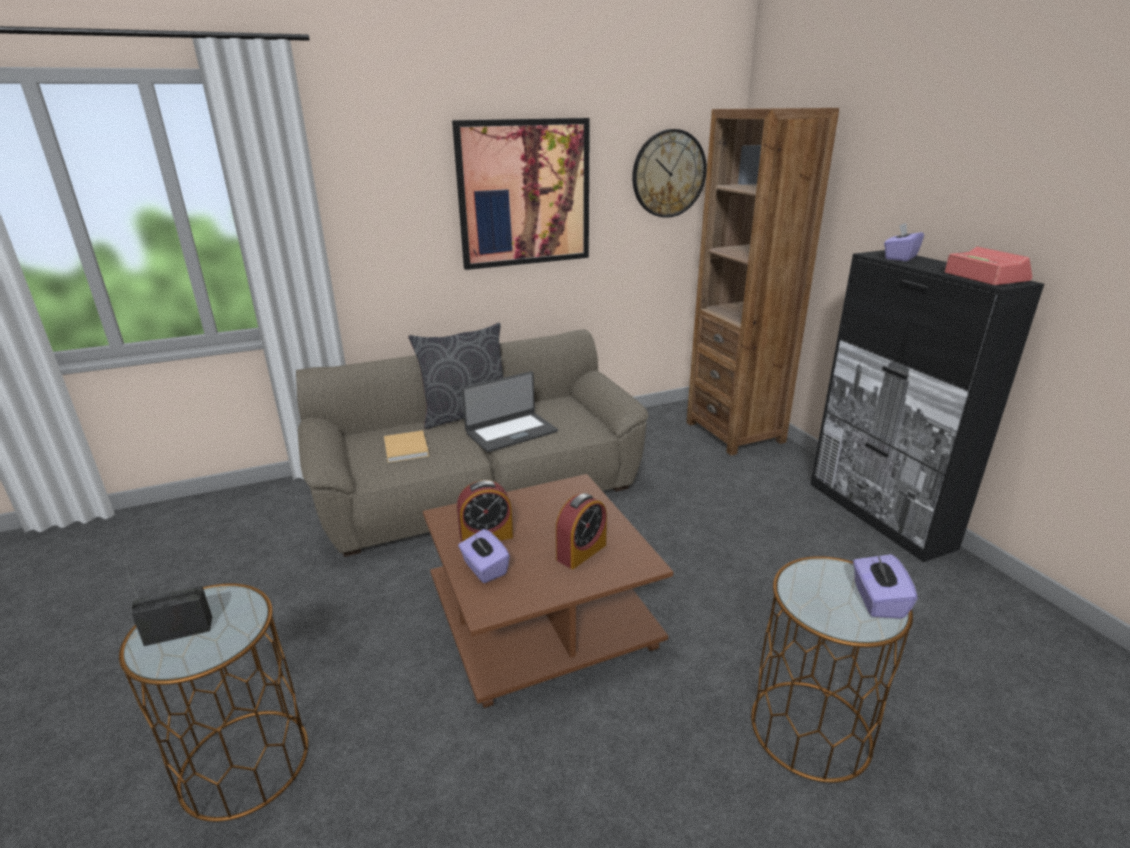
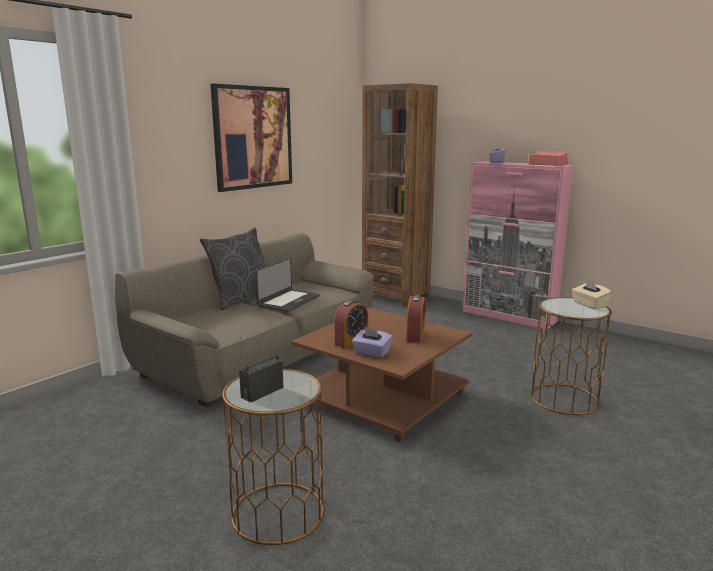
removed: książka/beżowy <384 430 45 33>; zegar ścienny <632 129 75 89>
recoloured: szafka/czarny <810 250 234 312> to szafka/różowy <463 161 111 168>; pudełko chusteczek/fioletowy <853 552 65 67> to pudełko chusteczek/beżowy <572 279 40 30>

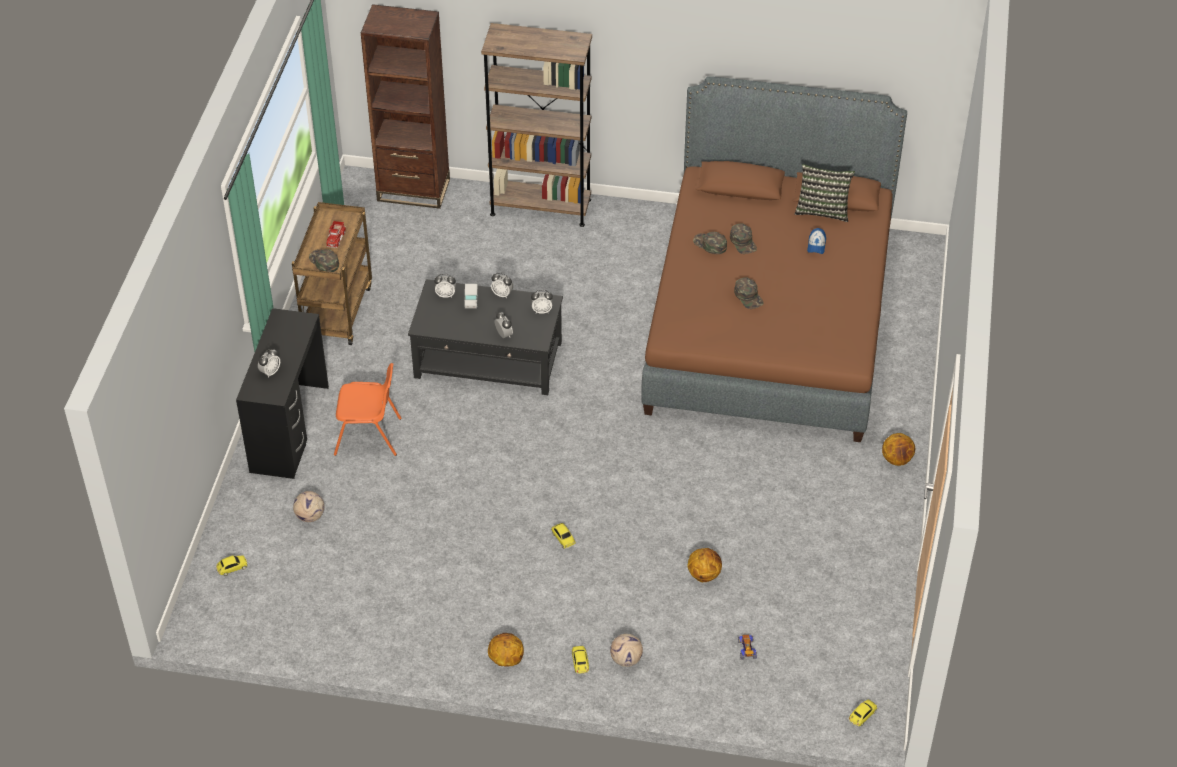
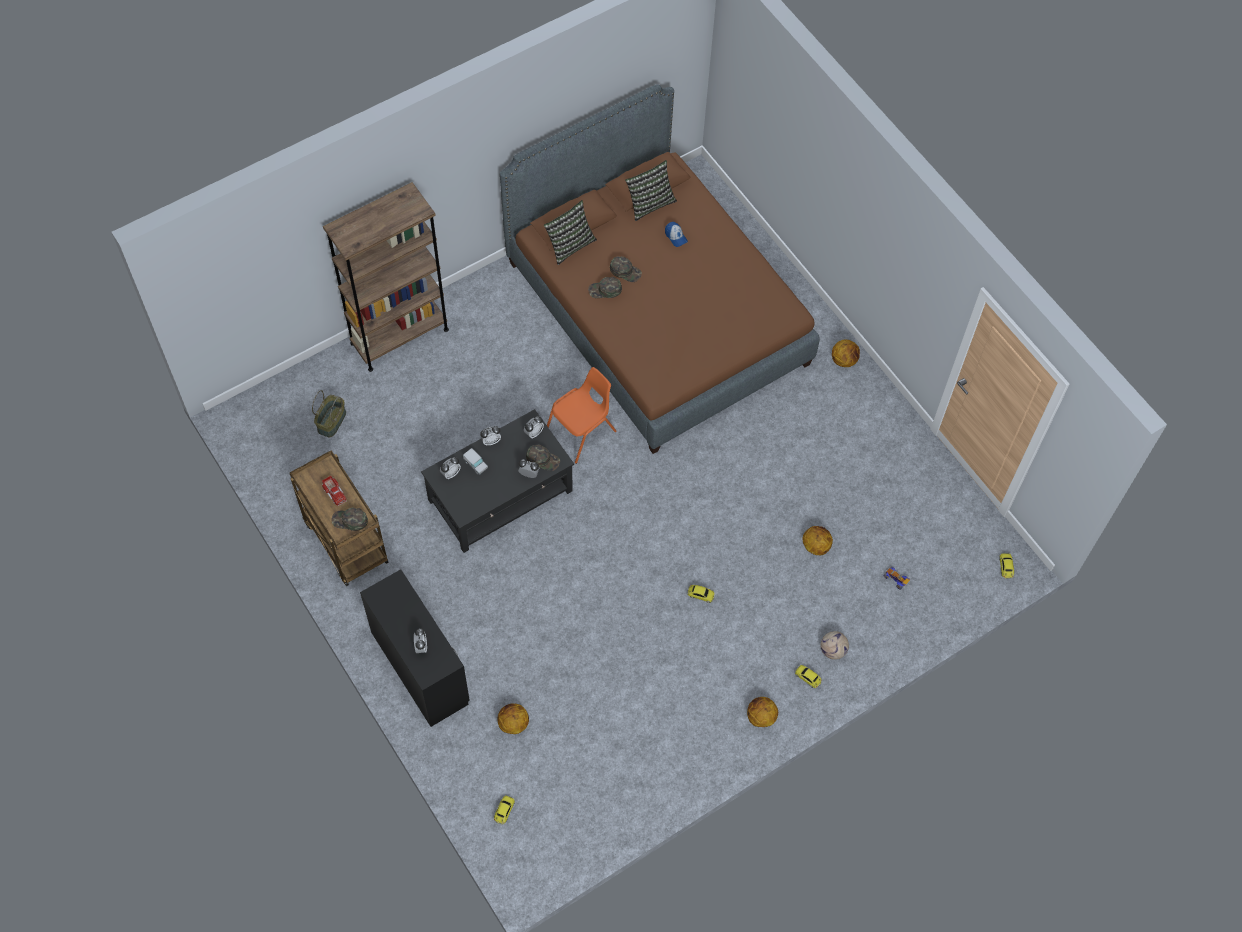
removed: regał/brązowy <361 4 89 205>
added: koszyk <312 390 34 47>; poduszka <544 200 53 65>
moved: krzesło/pomarańczowy <334 363 68 93> to <547 367 69 97>; czapka z daszkiem/zielony <734 277 30 32> to <526 445 34 26>
replaced: piłka futbolowa <293 491 31 31> to piłka do koszykówki <498 703 31 31>

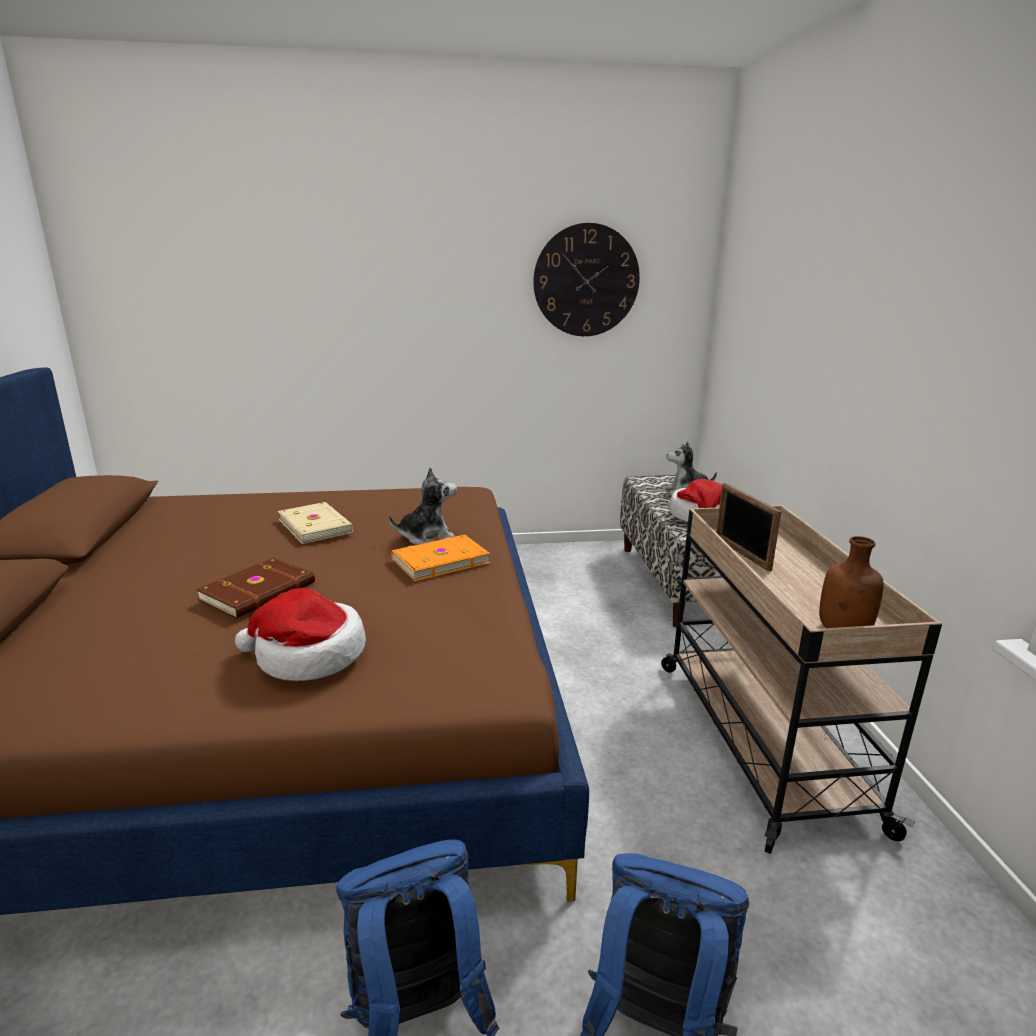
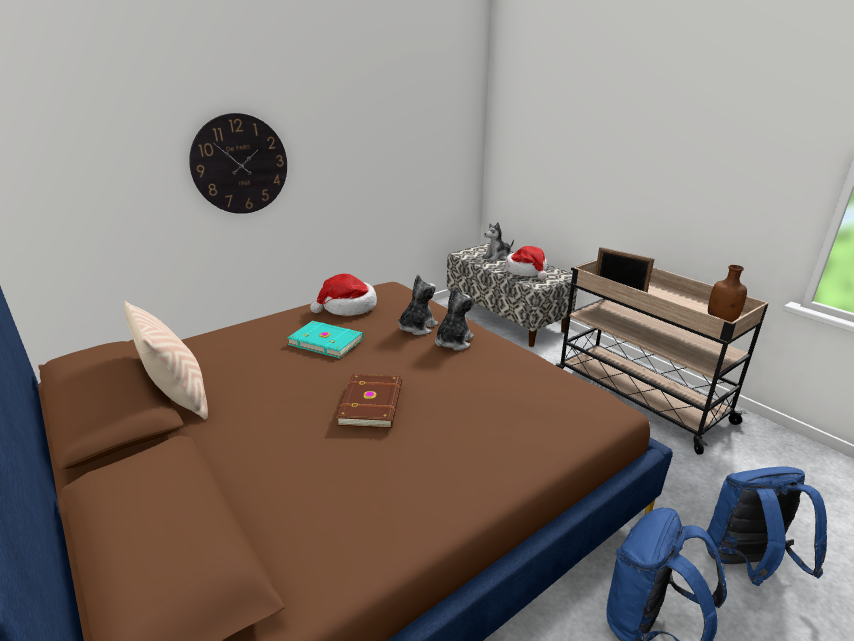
added: poduszka/beżowy <124 301 84 119>
moved: kapelusz <235 588 131 93> to <310 274 67 42>; zegar ścienny <533 223 107 113> to <189 113 98 101>
replaced: książka/pomarańczowy <391 534 99 47> to pluszak <435 286 40 64>
recoloured: książka/beżowy <278 502 76 42> to książka/turkusowy <287 321 77 37>

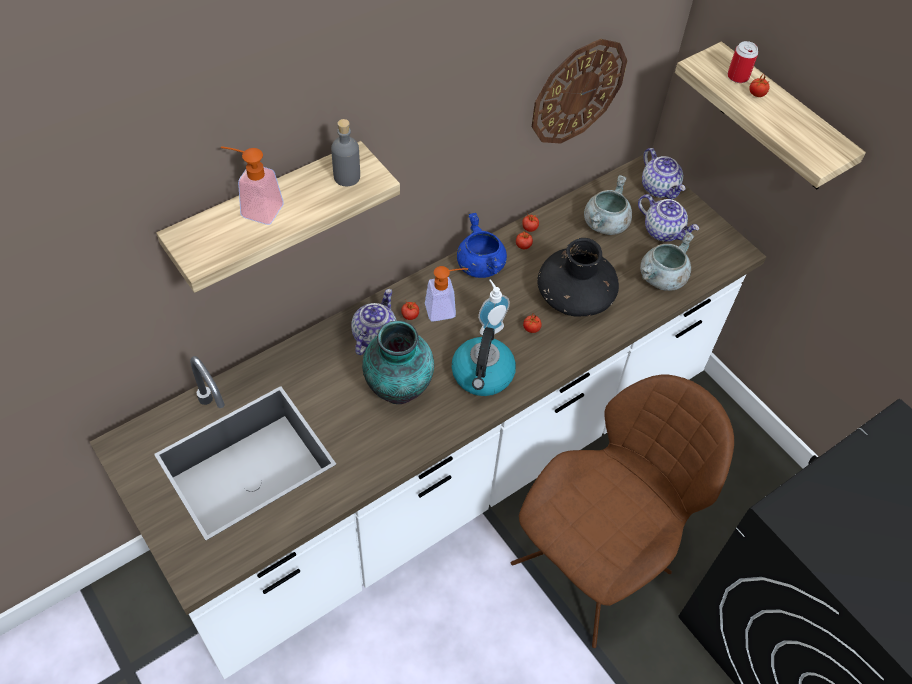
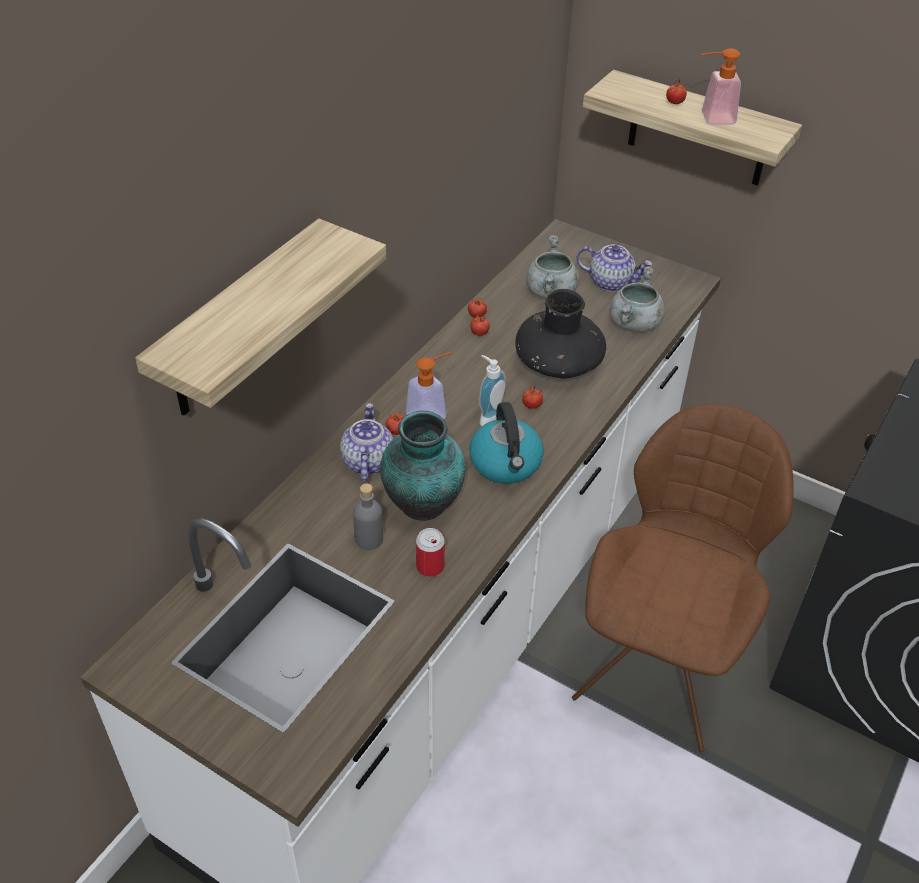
removed: garnek/niebieski <457 213 50 65>; zegar ścienny <532 39 95 104>; imbryk <642 148 44 52>
moved: dozownik mydła <221 146 63 79> to <701 48 40 77>; butelka/szary <331 119 29 67> to <353 484 30 66>; puszka <727 41 31 42> to <416 528 29 49>

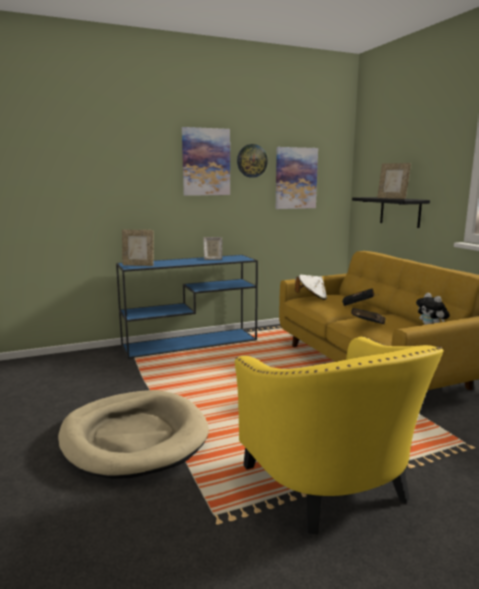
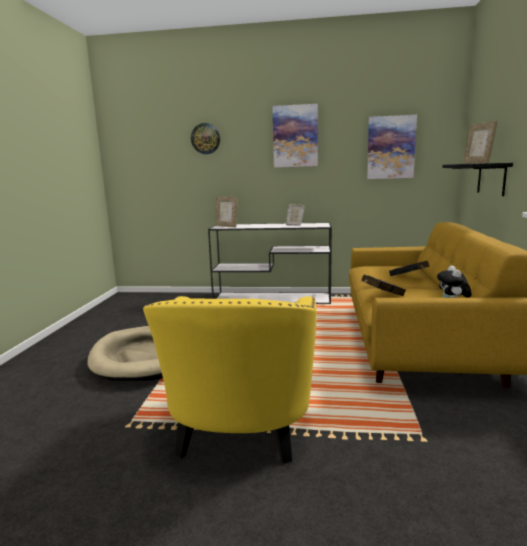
removed: kapelusz/biały <295 275 32 25>
moved: zegar ścienny <237 144 31 34> to <191 123 29 31>
recoloured: stolik konsolowy/niebieski <116 255 142 104> to stolik konsolowy/biały <208 223 124 81>

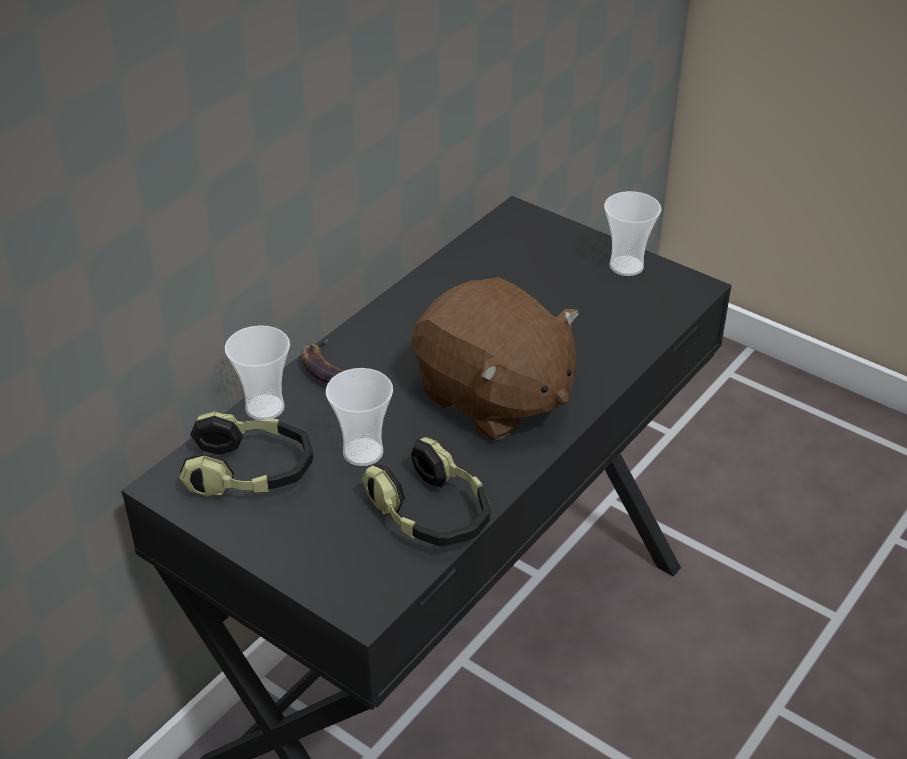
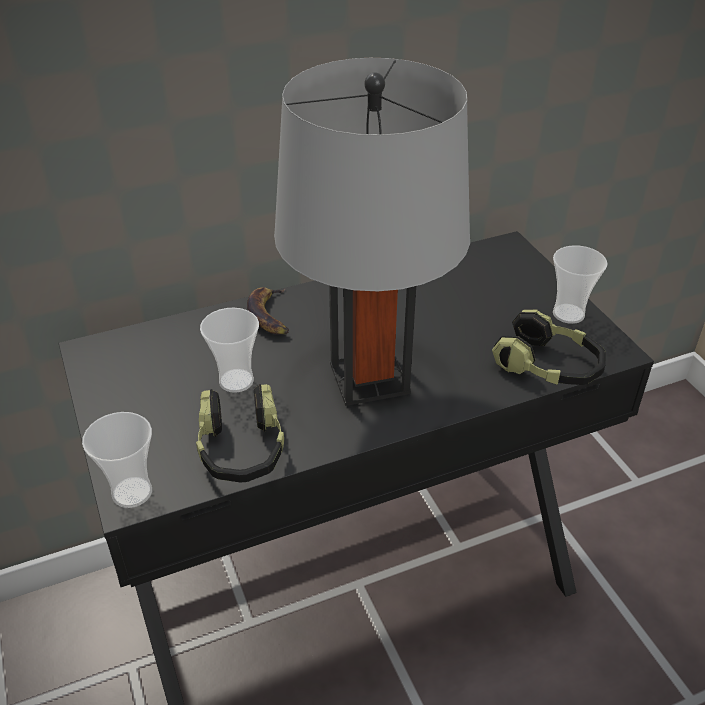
moved: słuchawki <180 411 133 86> to <492 309 114 76>; filiżanka <225 325 65 95> to <82 412 70 96>
replaced: pluszak/brązowy <412 277 167 164> to lampa stołowa/szary <274 58 196 348>

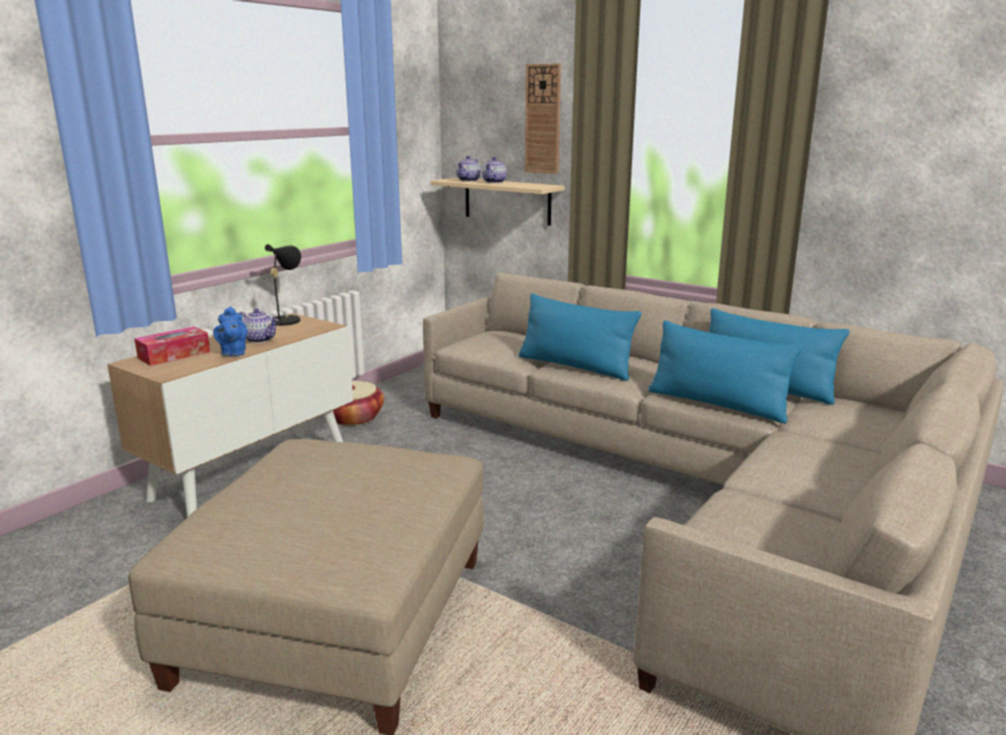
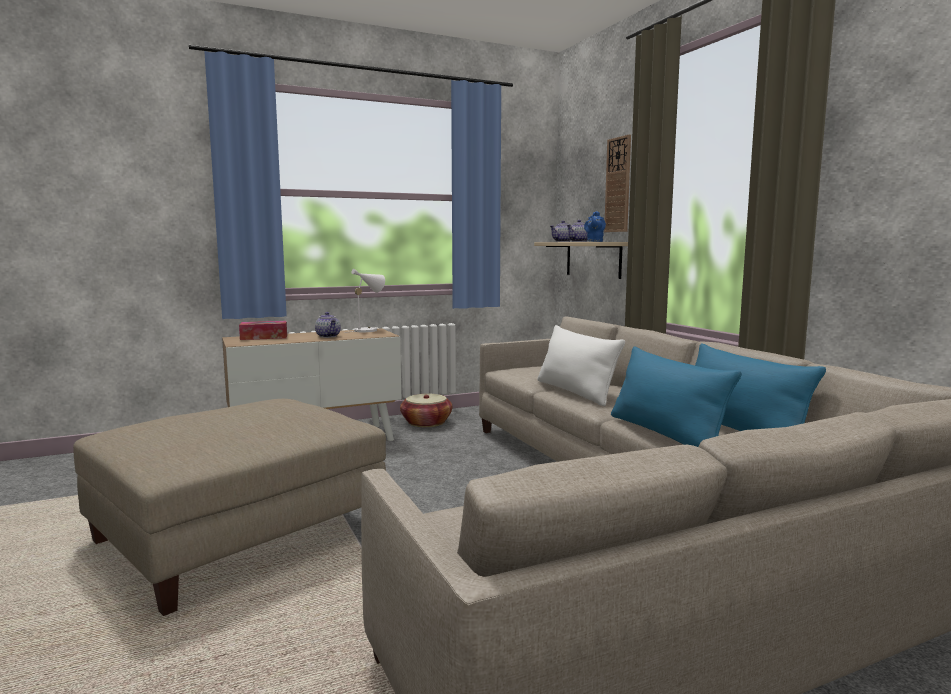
moved: imbryk/niebieski <213 306 34 50> to <584 211 22 31>
recoloured: lampa stołowa/czarny <265 244 36 82> to lampa stołowa/biały <344 269 41 64>; poduszka/niebieski <519 293 122 88> to poduszka/biały <537 325 88 81>

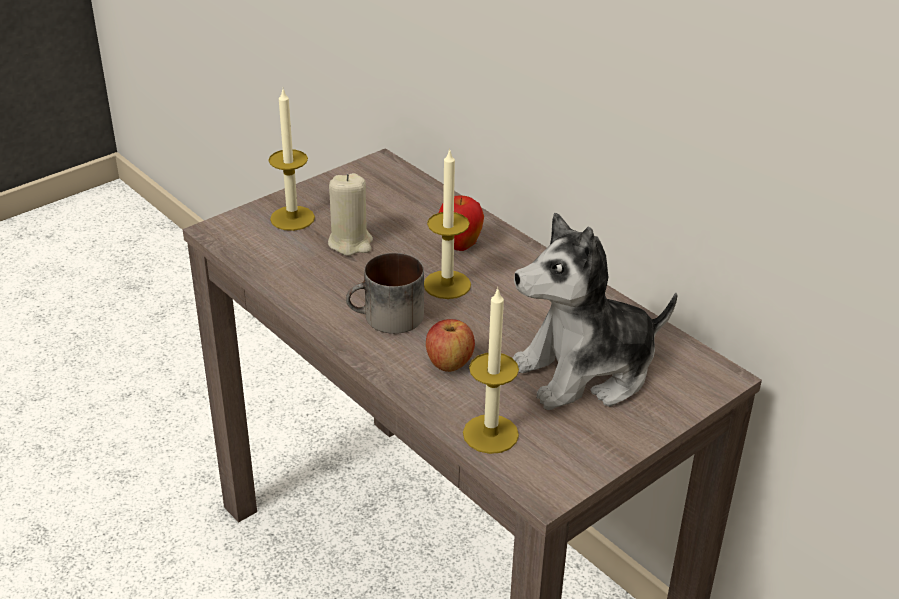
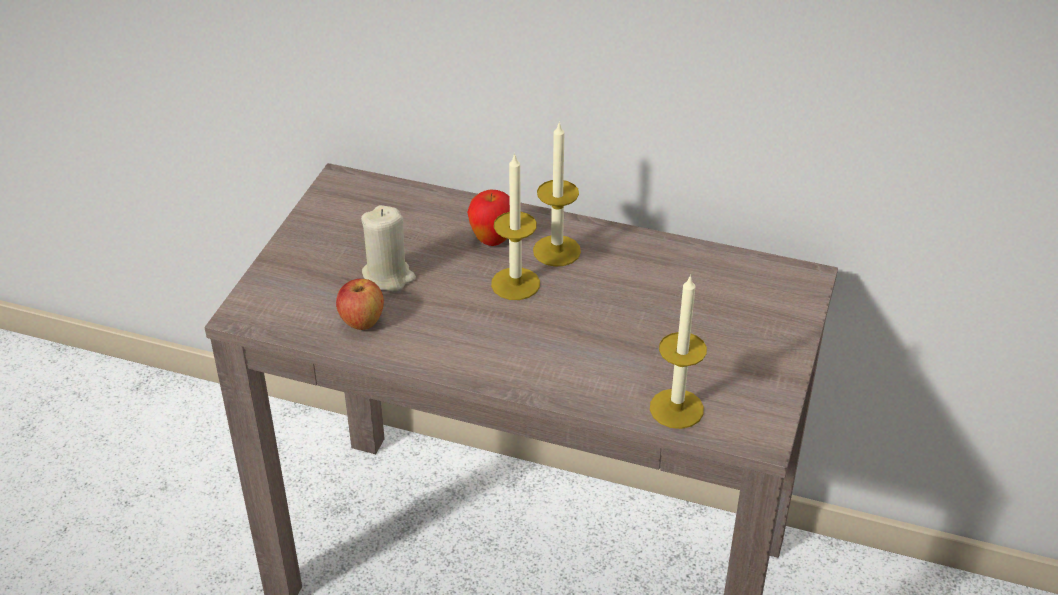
removed: kubek <346 253 78 81>; pluszak <513 213 164 197>
moved: świeca <269 90 46 141> to <533 121 48 146>; jabłko <426 319 49 53> to <336 279 48 51>

